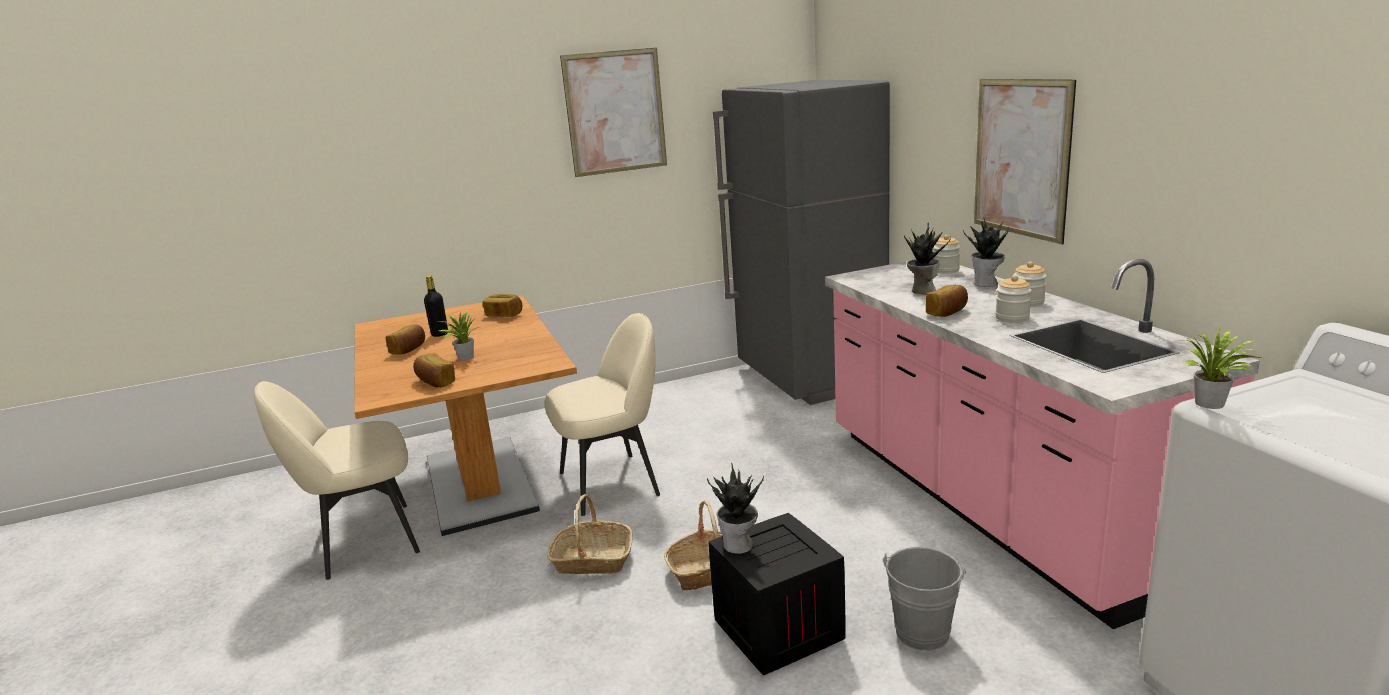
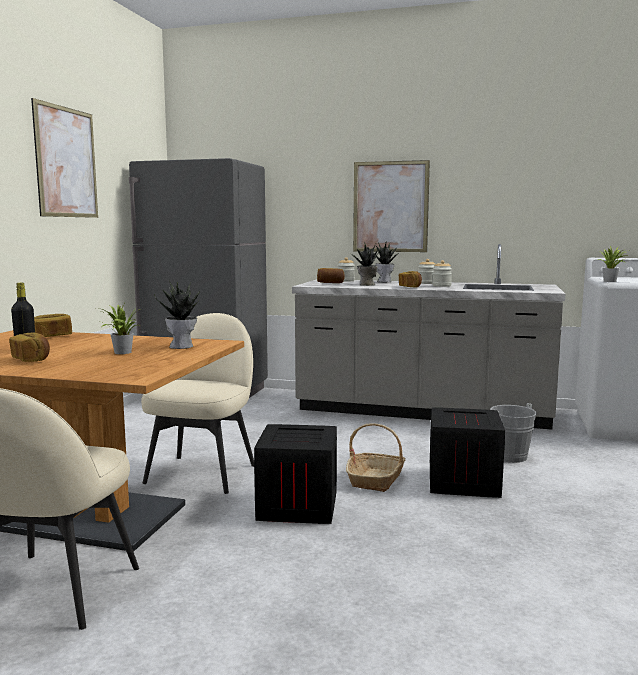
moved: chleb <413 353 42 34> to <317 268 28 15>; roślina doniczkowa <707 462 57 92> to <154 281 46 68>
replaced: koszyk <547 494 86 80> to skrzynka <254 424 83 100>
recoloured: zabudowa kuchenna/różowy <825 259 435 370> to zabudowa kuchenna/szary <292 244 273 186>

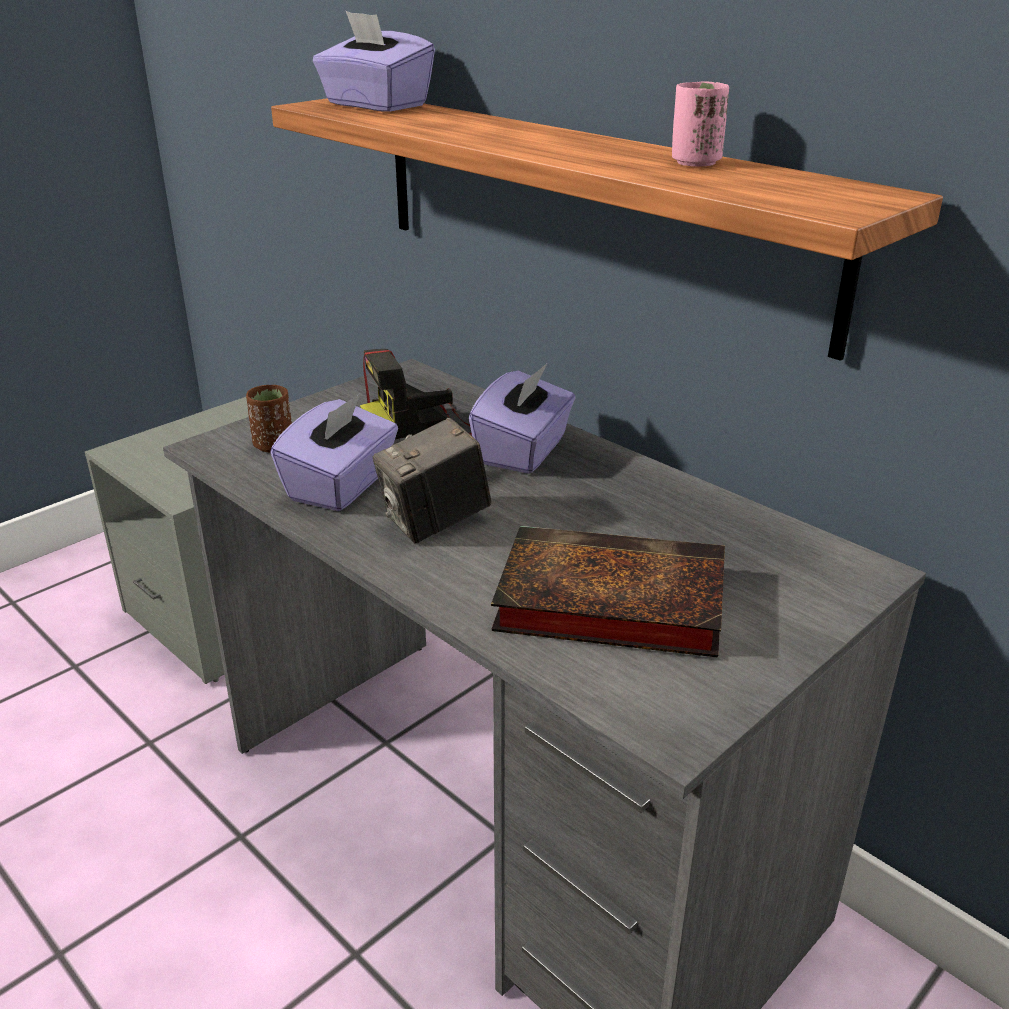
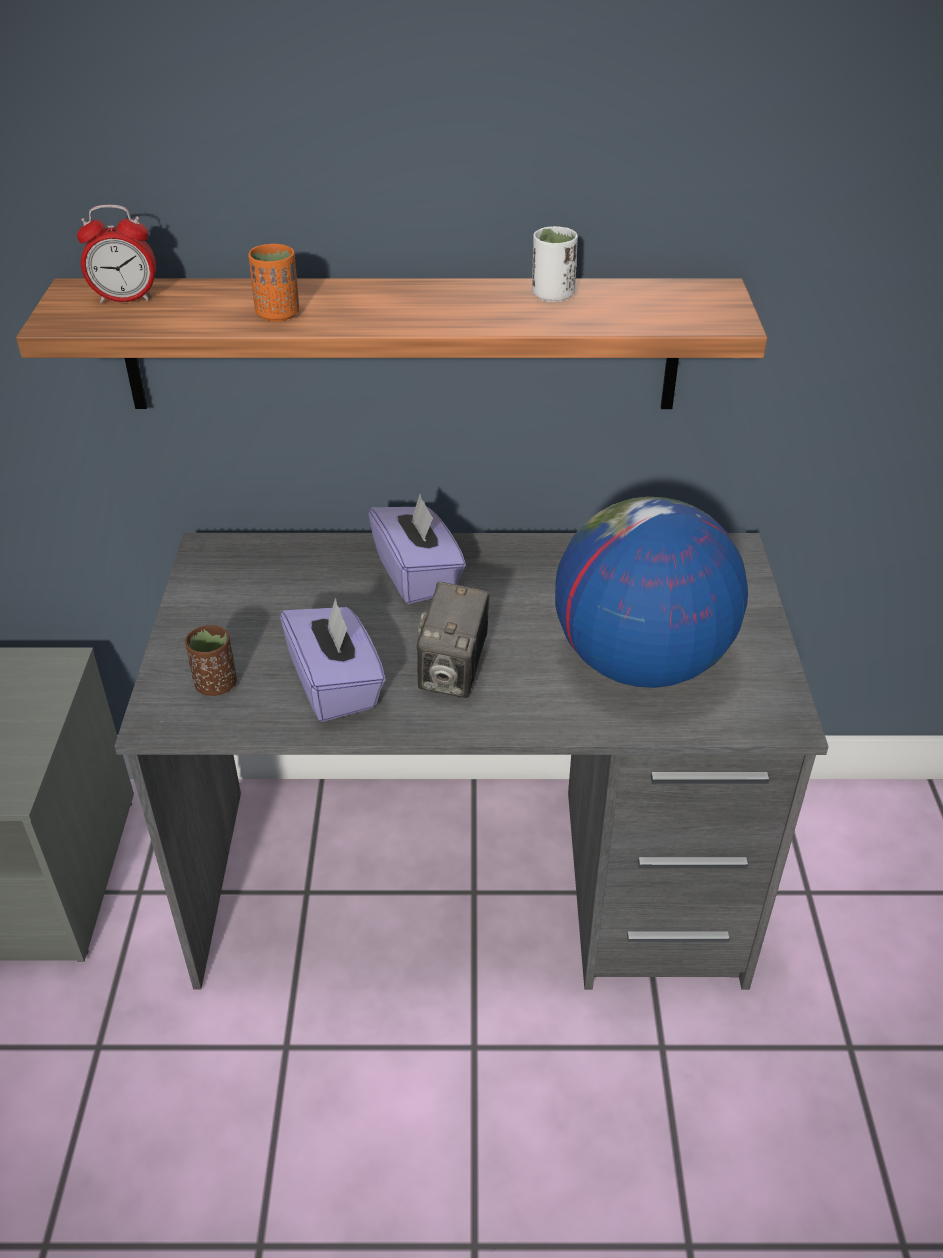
removed: aparat fotograficzny <360 349 112 90>
added: filiżanka/pomarańczowy <248 244 51 78>
replaced: pudełko chusteczek/fioletowy <313 11 122 101> to budzik <77 205 79 98>; książka <491 526 234 132> to globus <555 497 193 191>
recoloured: filiżanka/różowy <672 82 57 85> to filiżanka/biały <532 226 46 76>

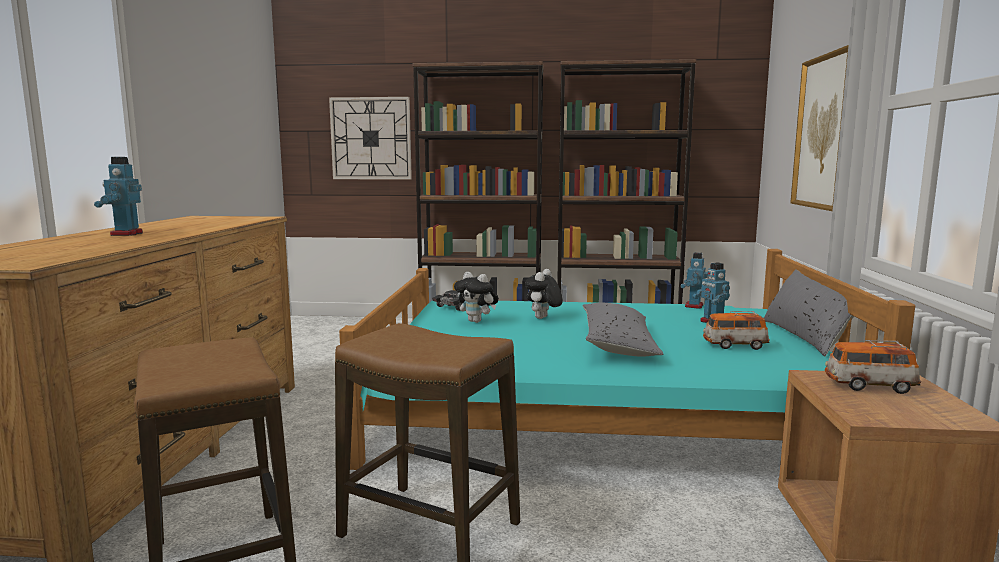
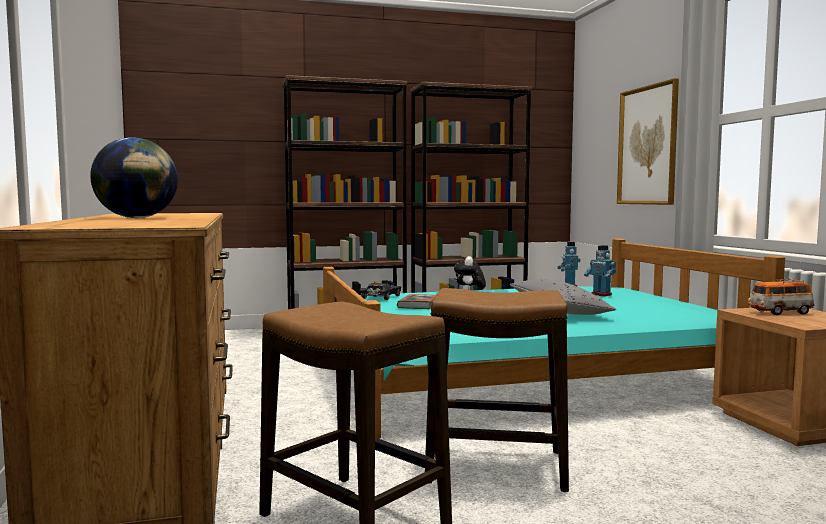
removed: zegar ścienny <329 97 83 83>; samochodzik <703 311 67 39>; poduszka/szary <764 269 90 87>
replaced: robot zabawkowy <94 157 49 79> to globus <90 137 88 81>; pluszak <454 272 45 51> to książka <397 294 39 15>

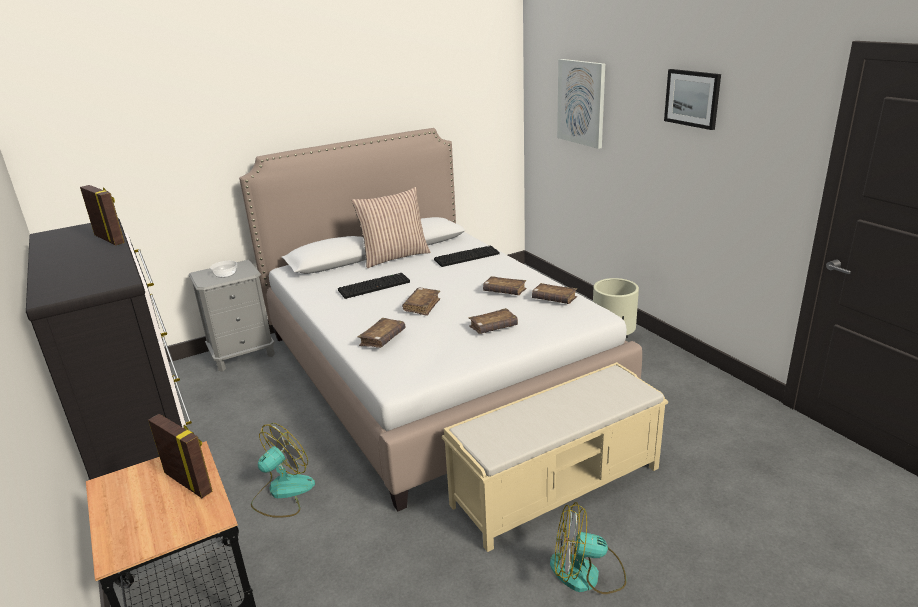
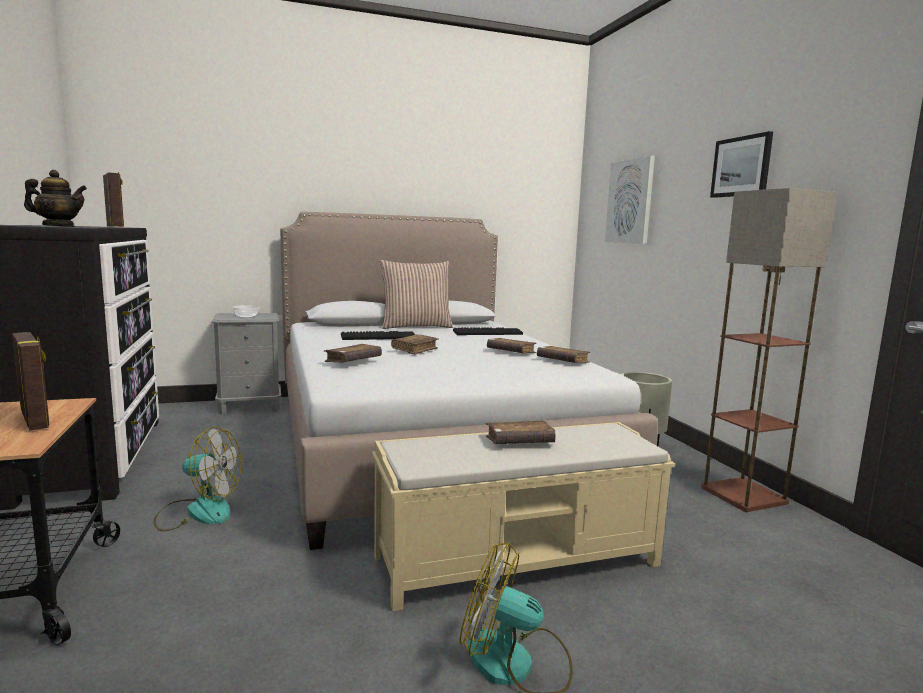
added: imbryk <24 170 63 57>; lampa stojąca <701 188 136 324>
moved: książka/brązowy <469 308 49 26> to <486 420 70 24>
turned: wentylator <251 423 64 95> = <154 426 87 105> 45 degrees clockwise

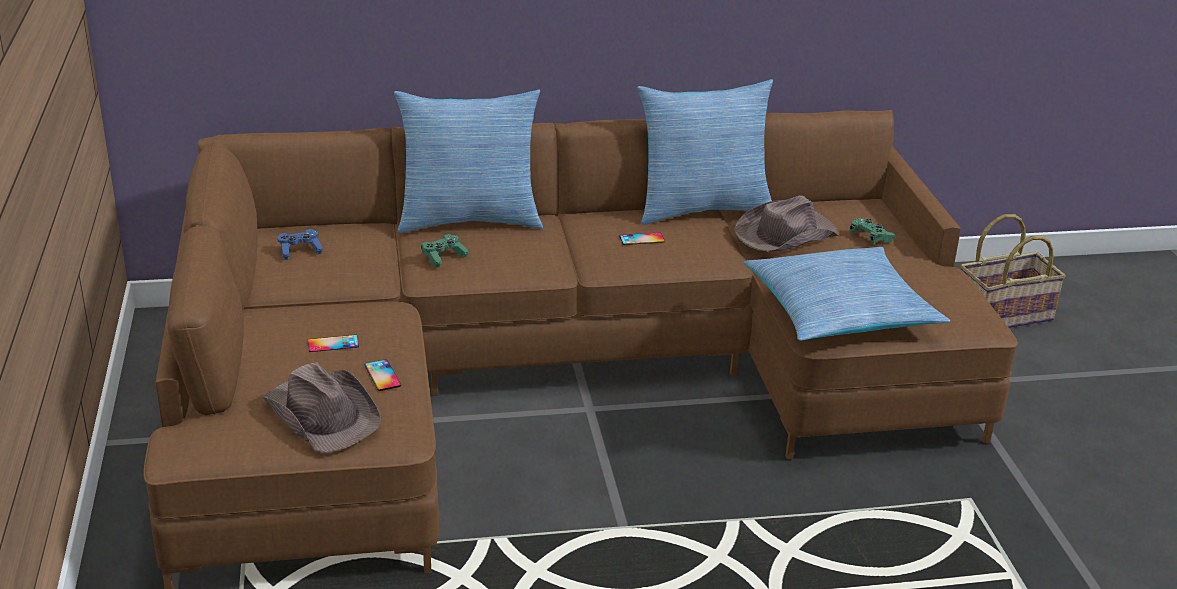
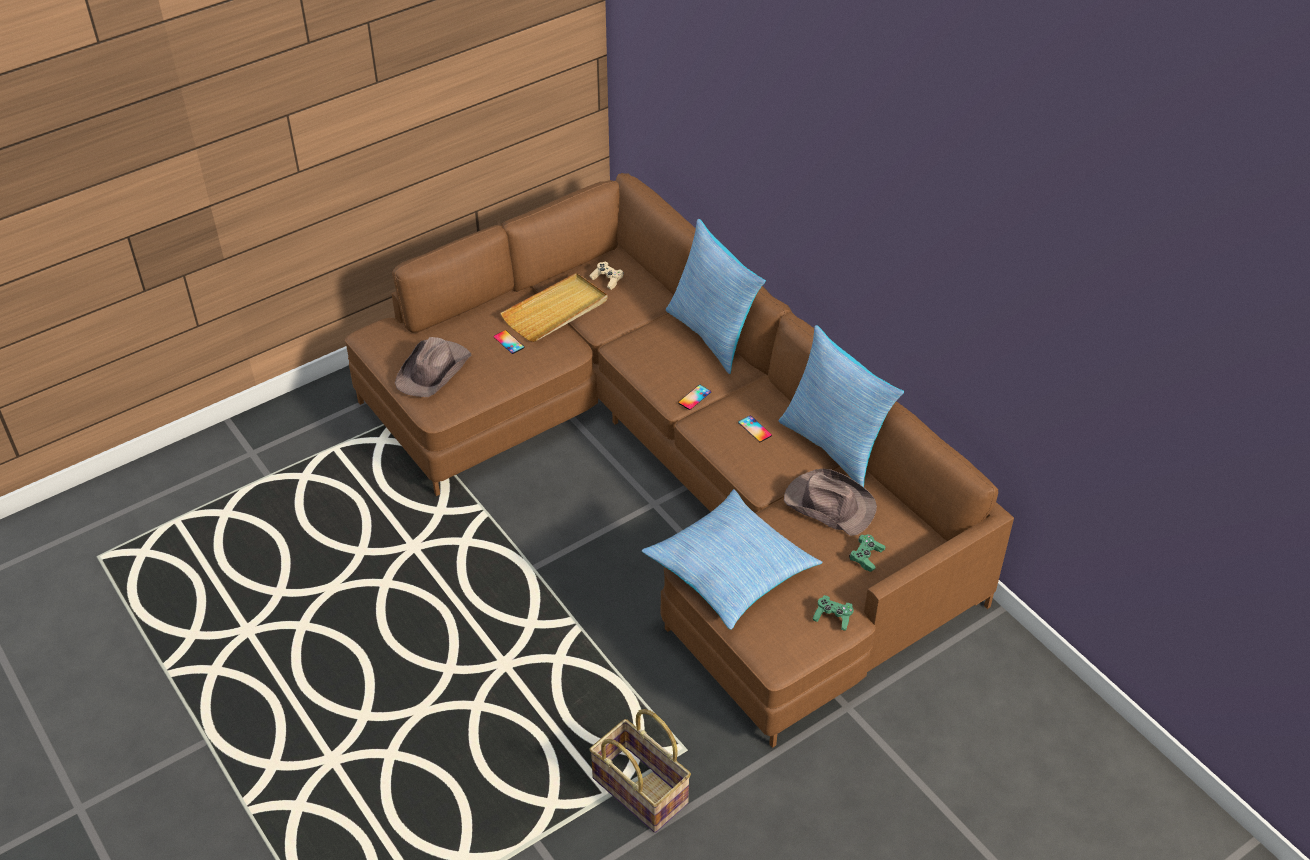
added: taca/beżowy <500 273 108 69>
moved: telefon <365 359 36 32> to <678 385 33 25>; pad do gier/zielony <421 234 48 34> to <812 595 42 36>; koszyk <960 214 106 114> to <589 709 102 124>
recoloured: pad do gier/niebieski <277 229 46 31> to pad do gier/beżowy <590 261 34 29>

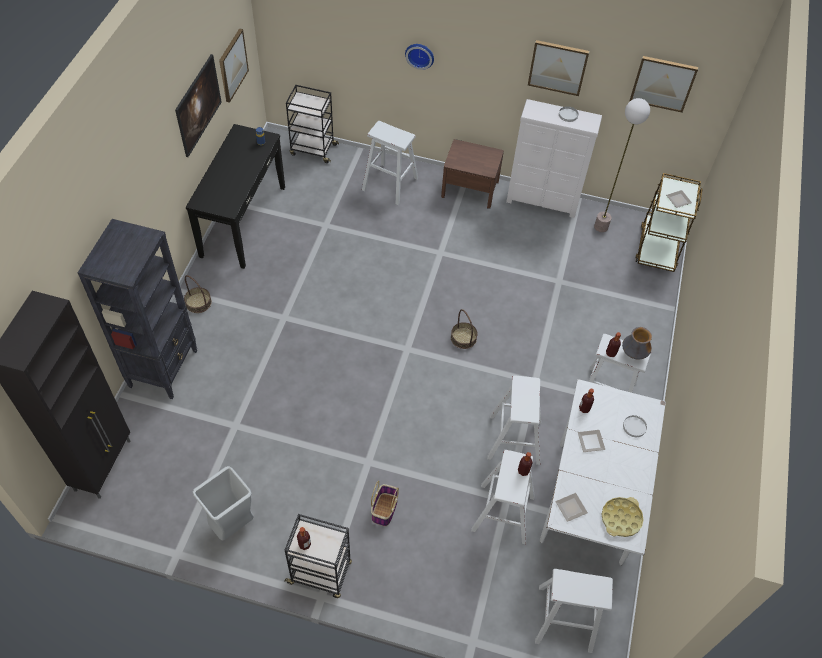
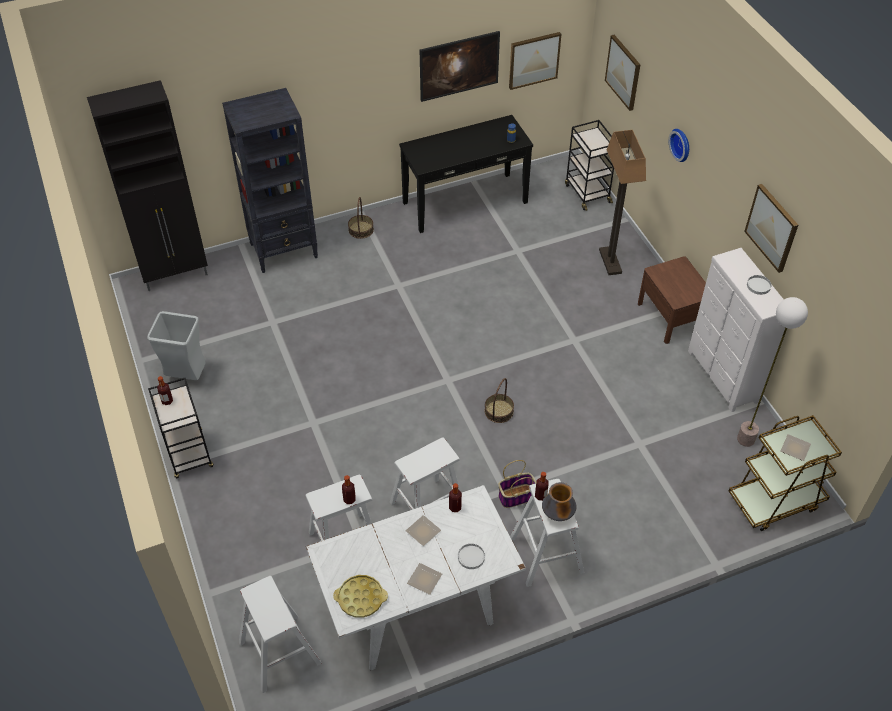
moved: koszyk <371 481 28 45> to <498 460 38 48>; talerz <555 493 33 29> to <407 563 35 32>; obraz <630 56 68 56> to <605 35 35 76>
replaced: stołek/biały <362 121 56 84> to lampa stojąca <599 130 47 145>

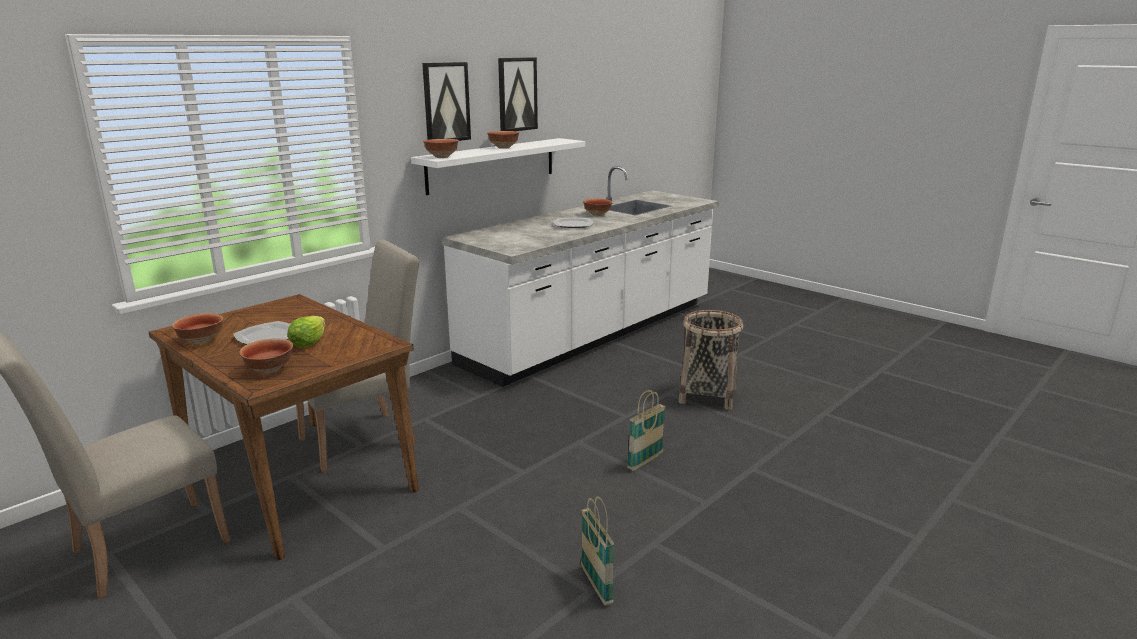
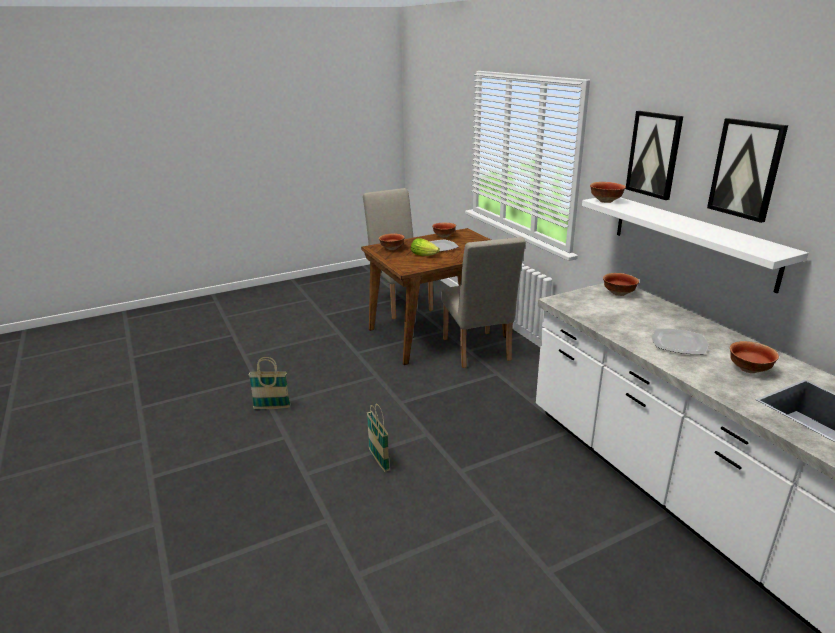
removed: koszyk <678 310 65 100>
moved: miska <487 131 32 18> to <603 273 36 23>

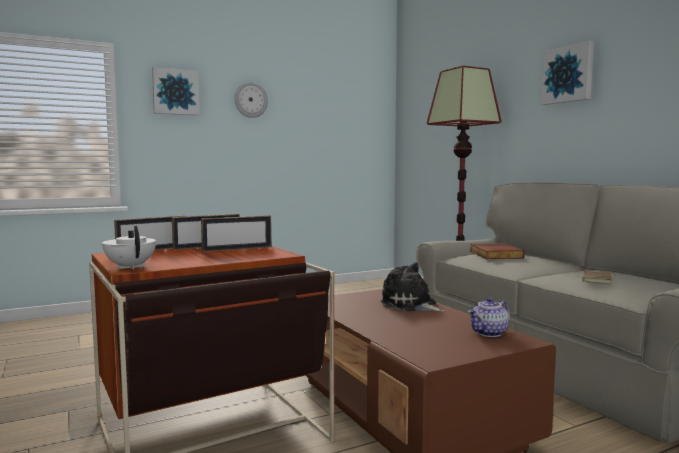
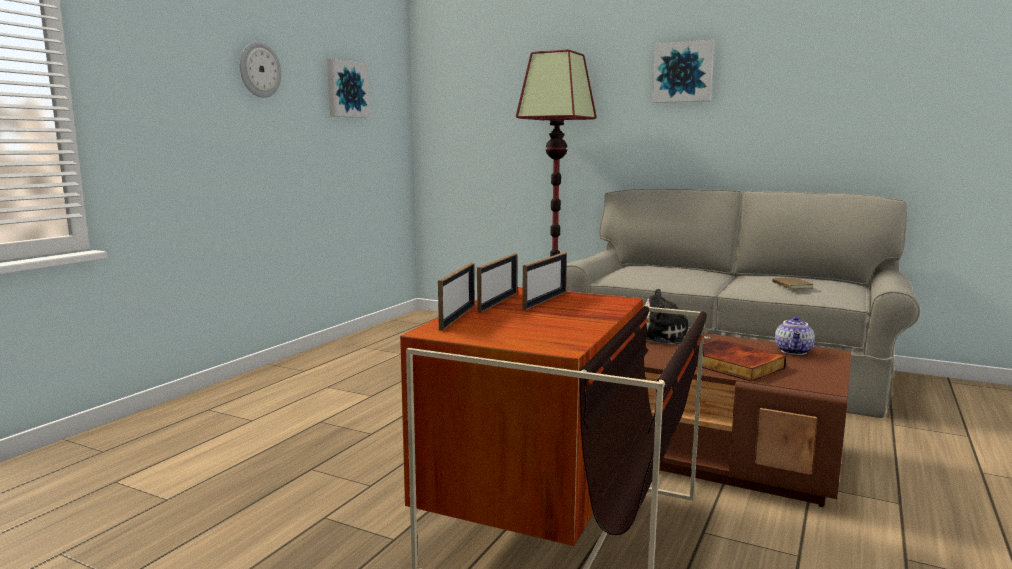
removed: imbryk/biały <102 226 54 43>
moved: obraz <152 67 48 48> to <327 58 43 60>; książka <470 243 54 16> to <697 339 89 43>

